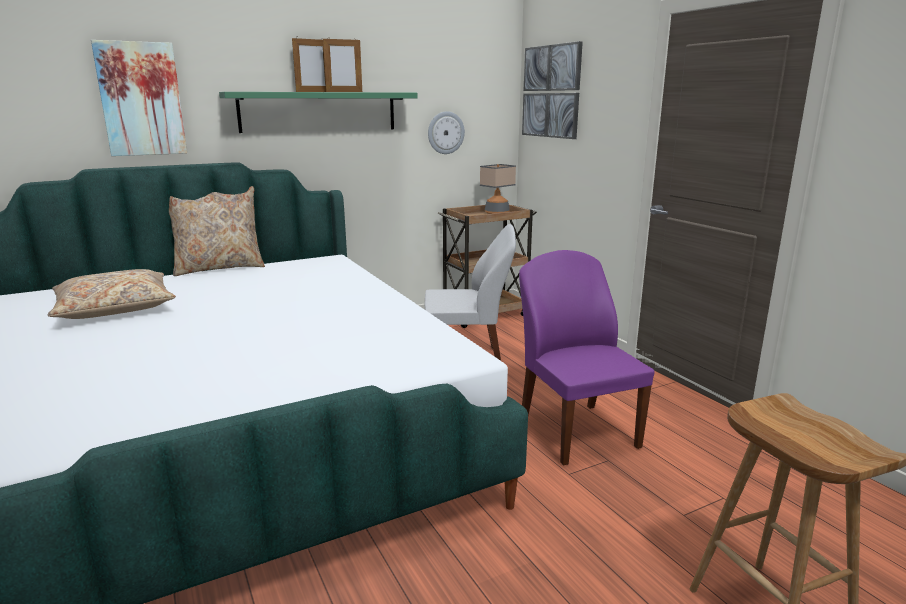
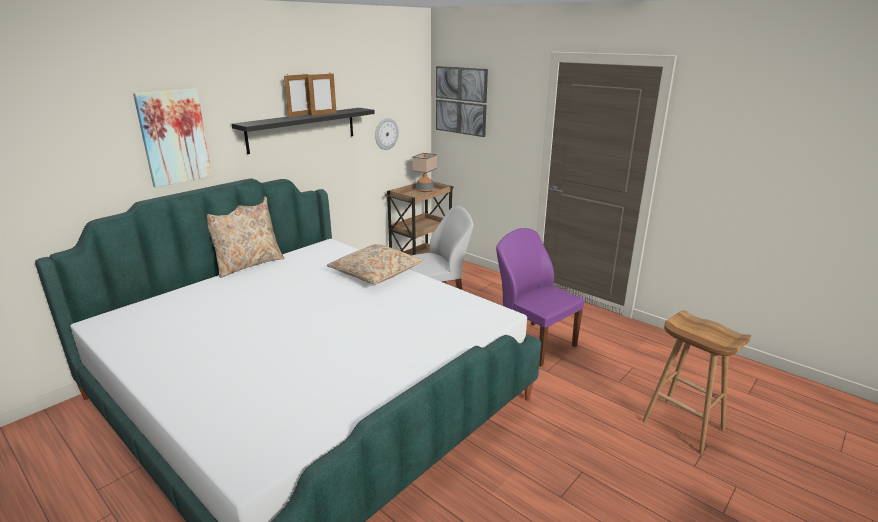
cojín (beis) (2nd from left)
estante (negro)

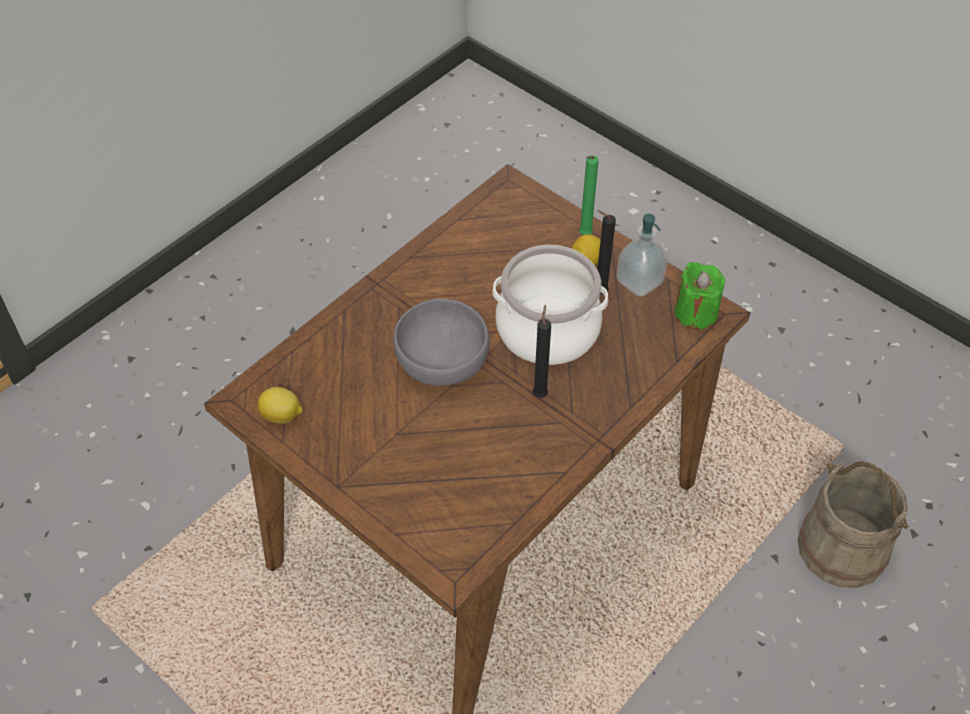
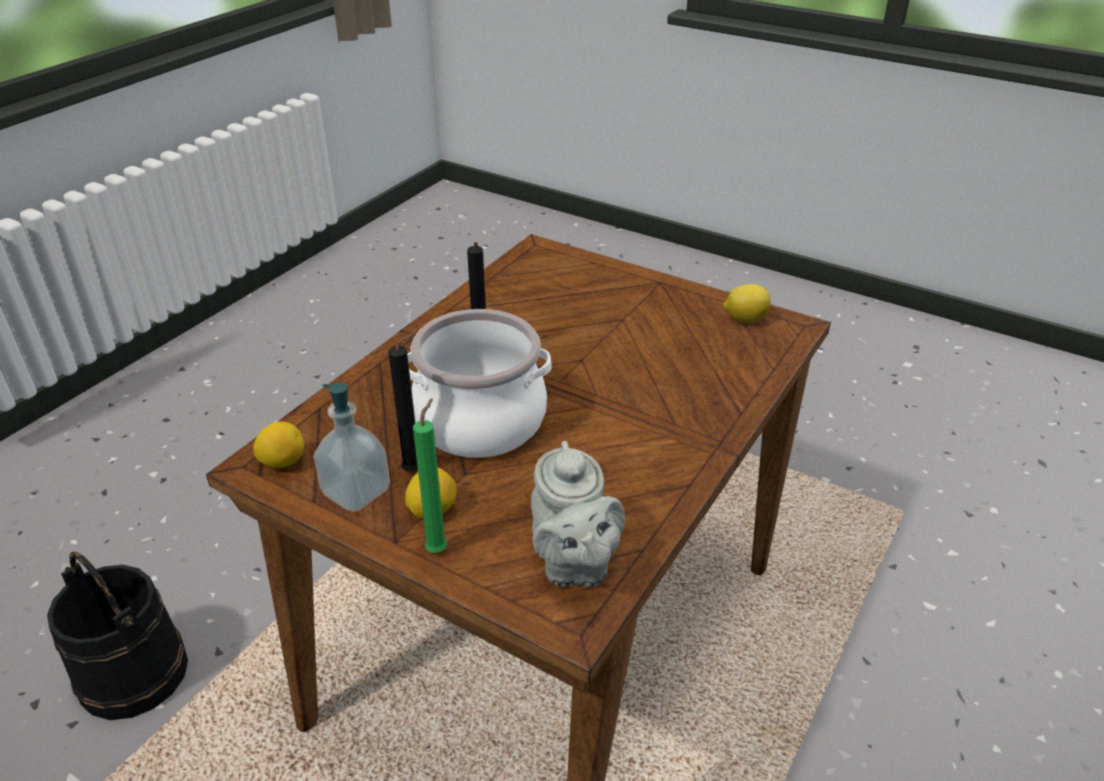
cuenco (gris)
limón (1st from left)
cubo (negro)
tetera (gris)

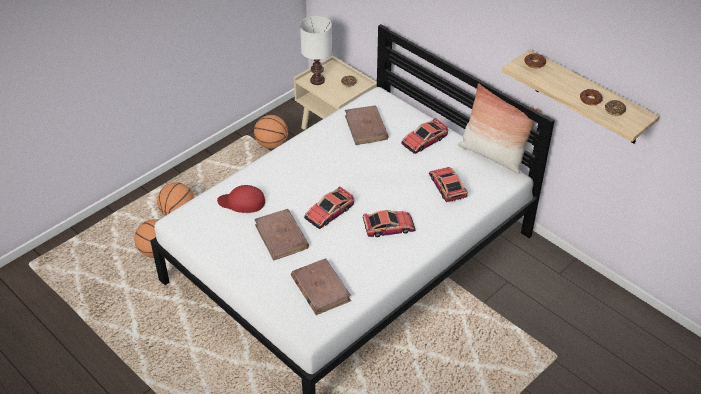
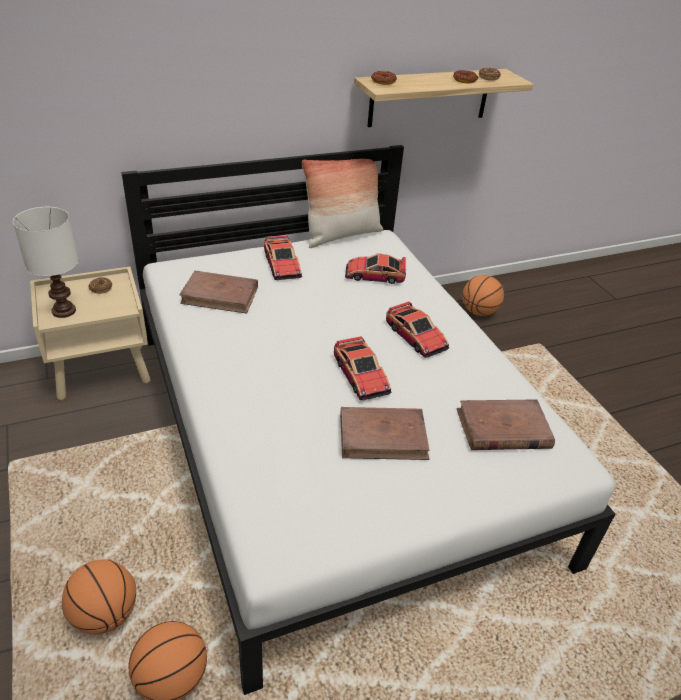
gorra (rojo)
balón de baloncesto (3rd from left)
coche de juguete (4th from left)

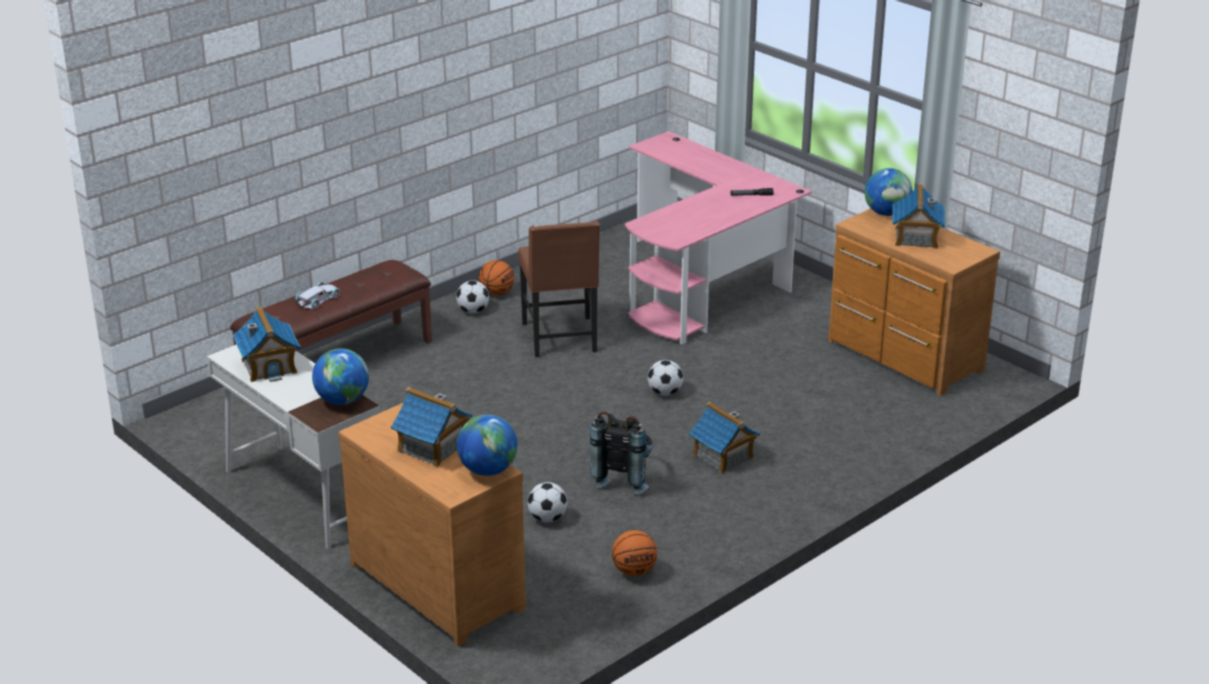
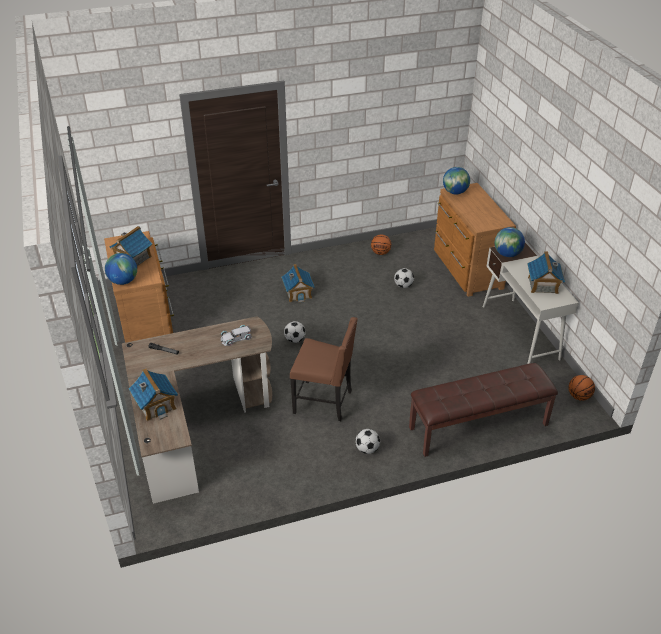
coche de juguete (blanco)
casita (2nd from left)
balón de baloncesto (2nd from left)
silla (marrón)
mochila (negro)
escritorio (marrón)

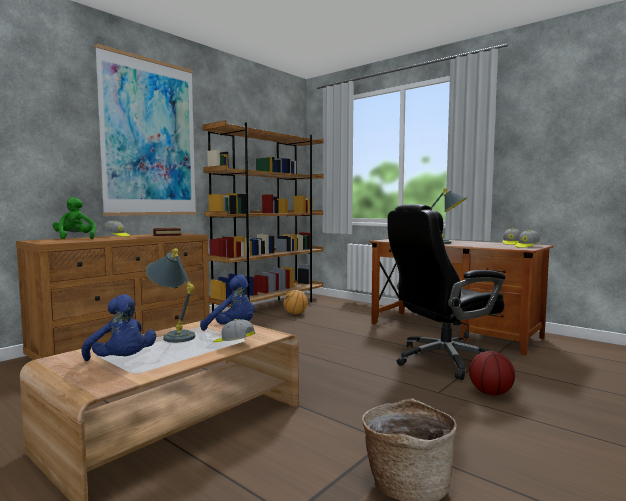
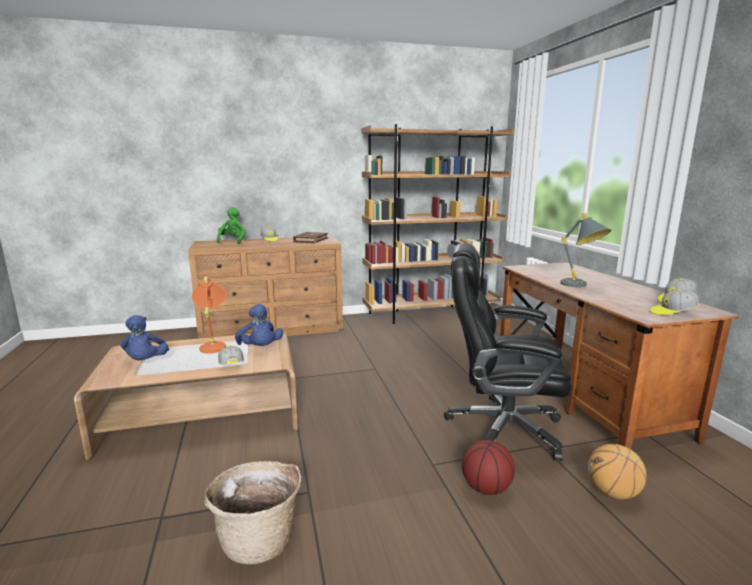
cuadro
lámpara de mesa (naranja)
balón de baloncesto (2nd from left)

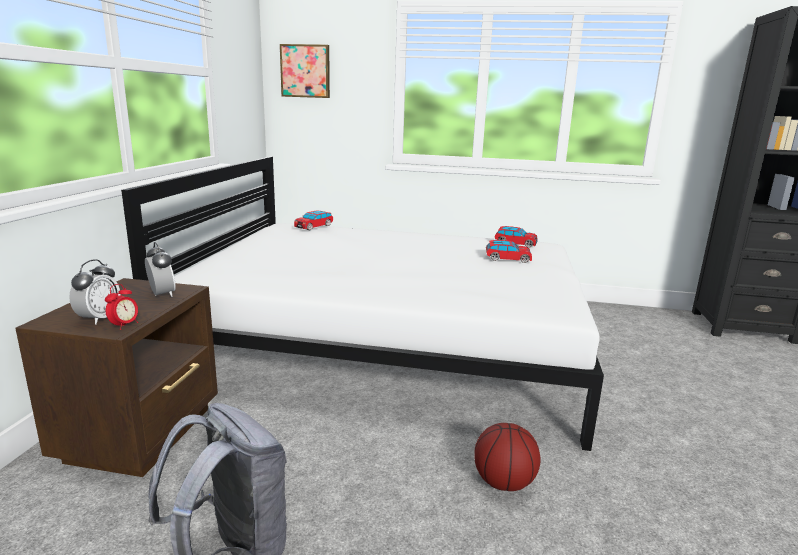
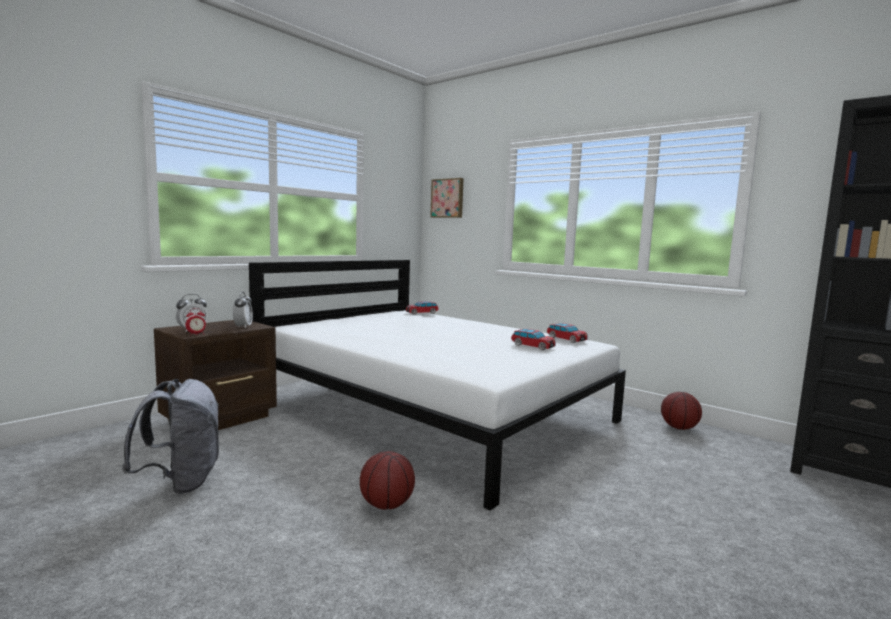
balón de baloncesto (2nd from left)

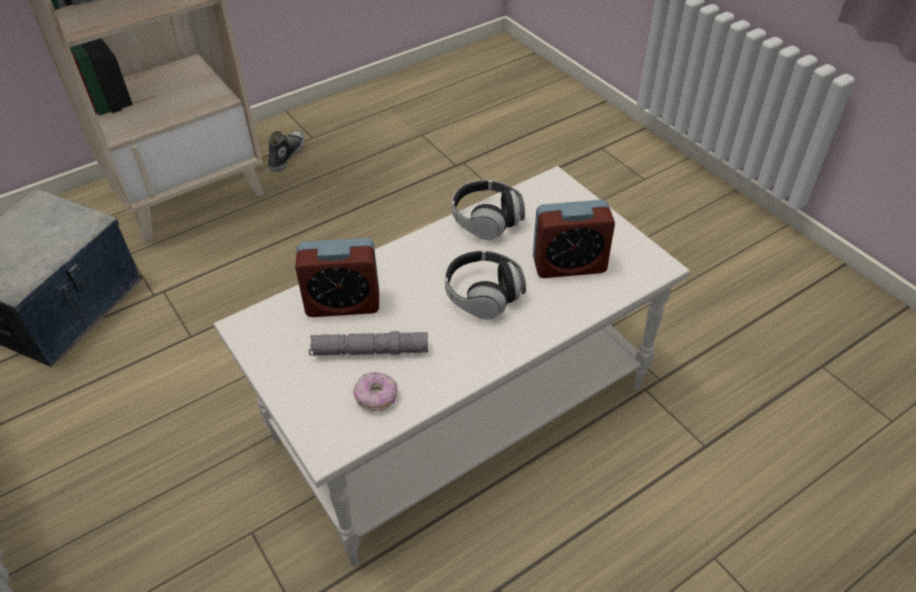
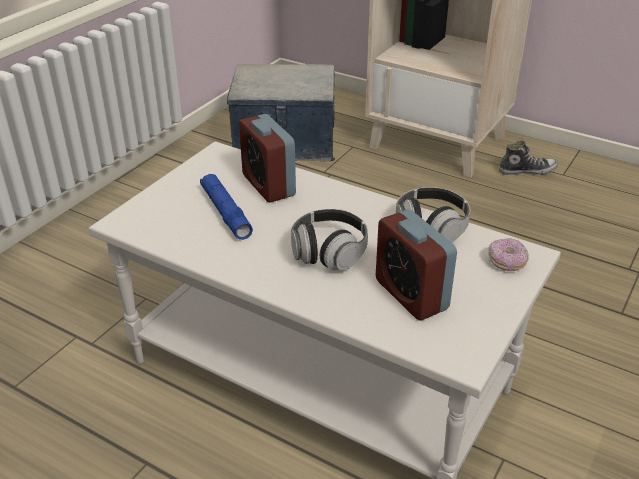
linterna (azul)
rosquilla

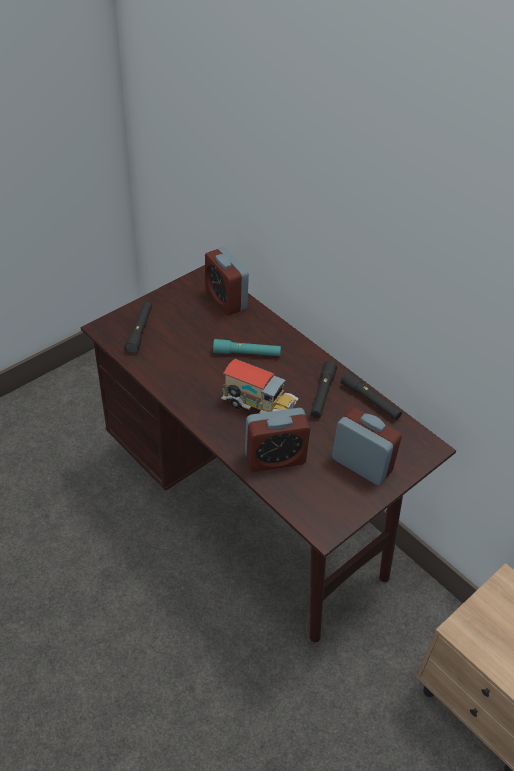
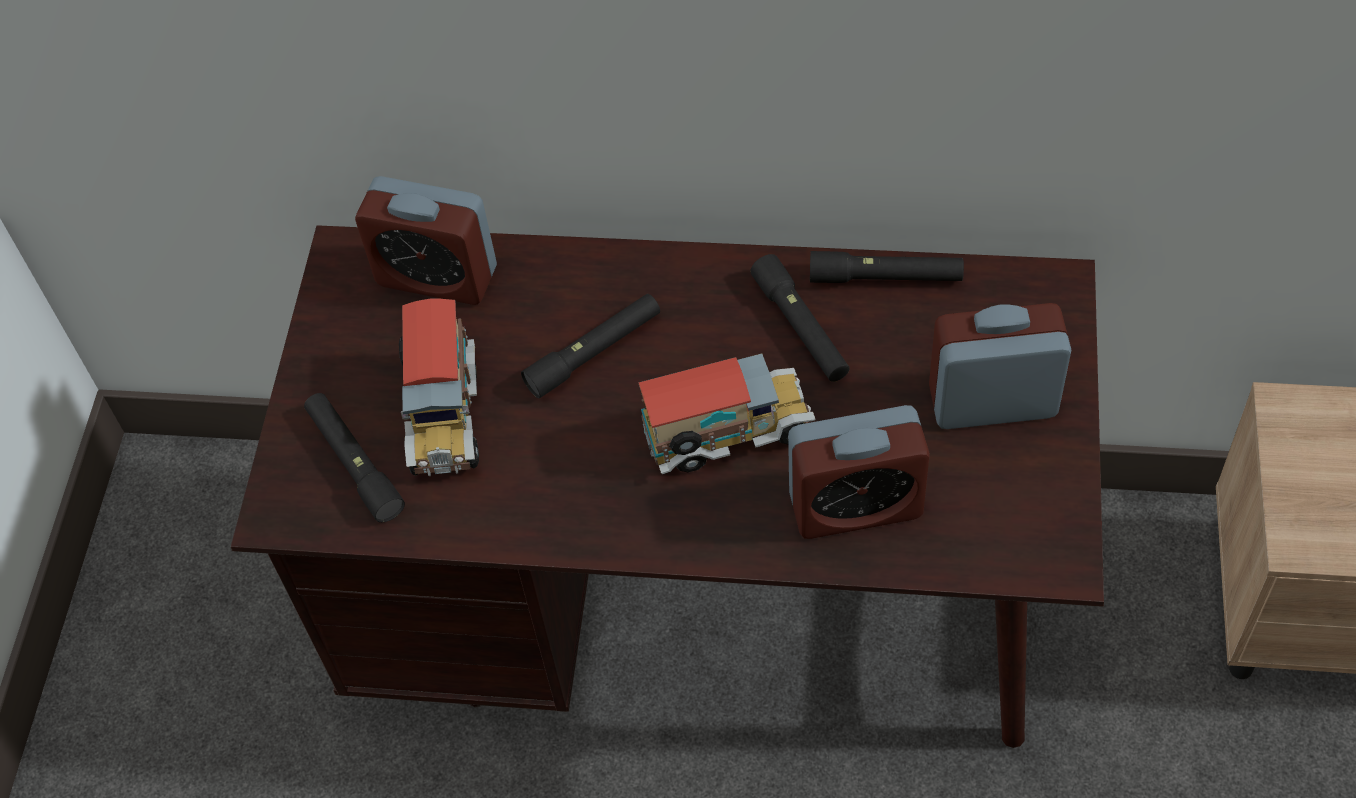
linterna (negro) (2nd from left)
despertador (2nd from left)
camión de juguete (1st from left)

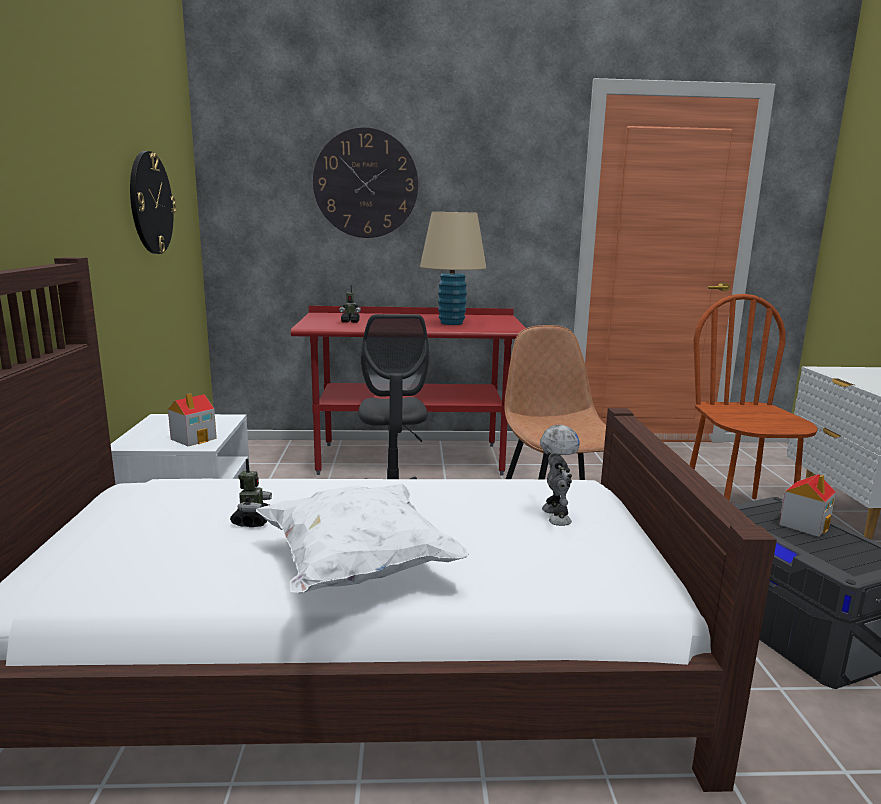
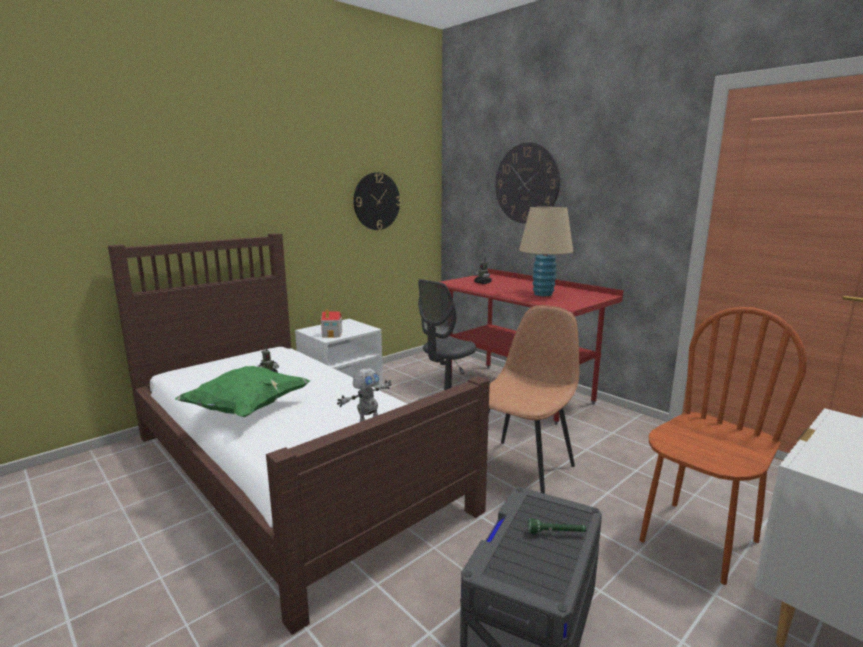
cojín (verde)
linterna (verde)

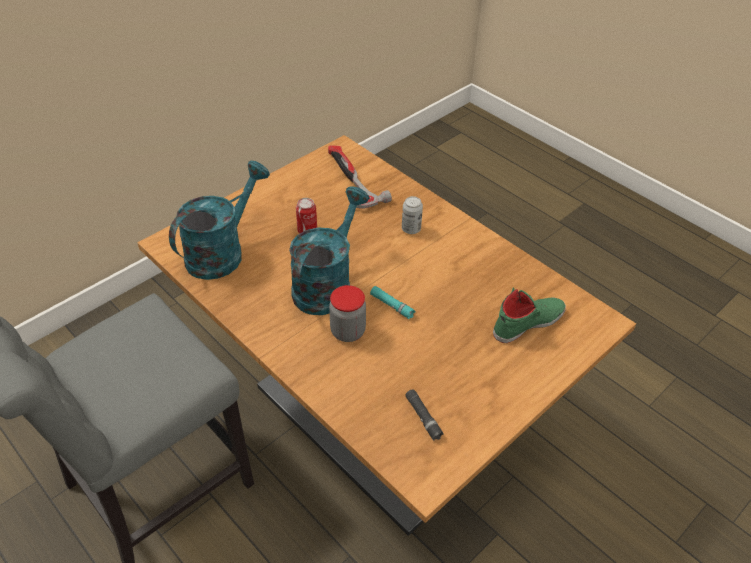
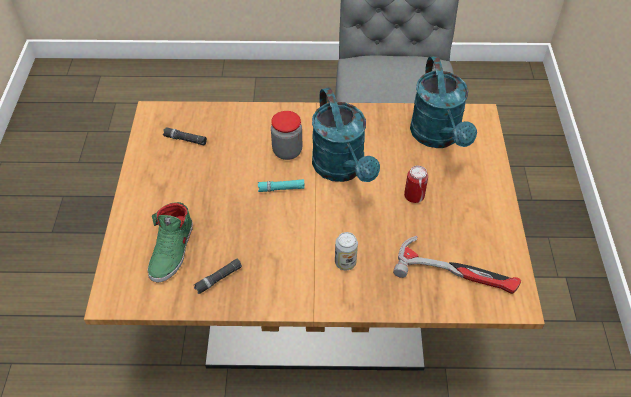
linterna (negro) (2nd from left)

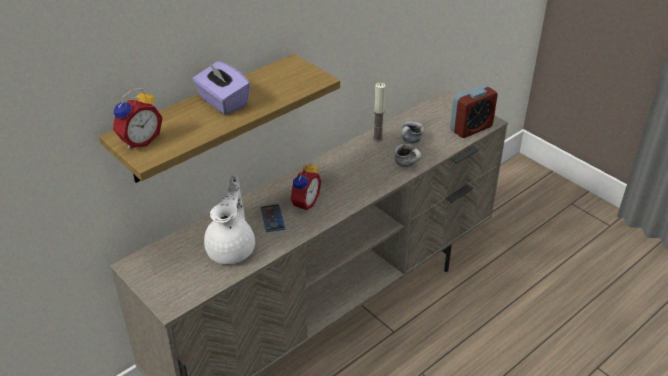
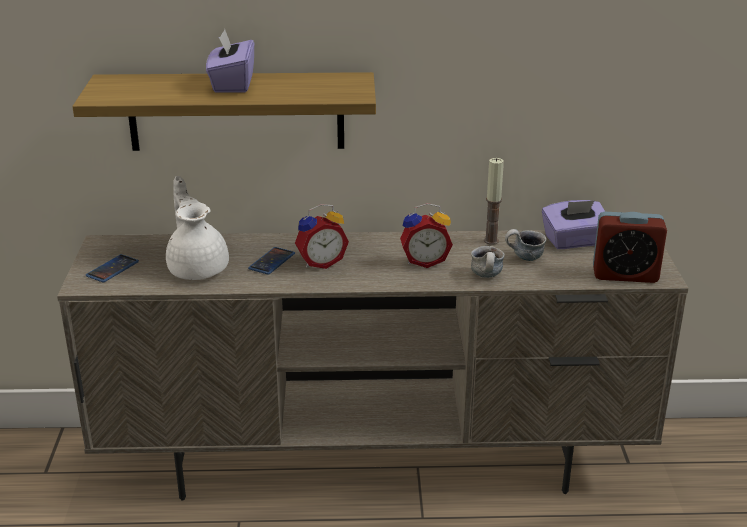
despertador (2nd from left)
tetera (blanco)
móvil (1st from left)
caja de pañuelos (morado) (2nd from left)

